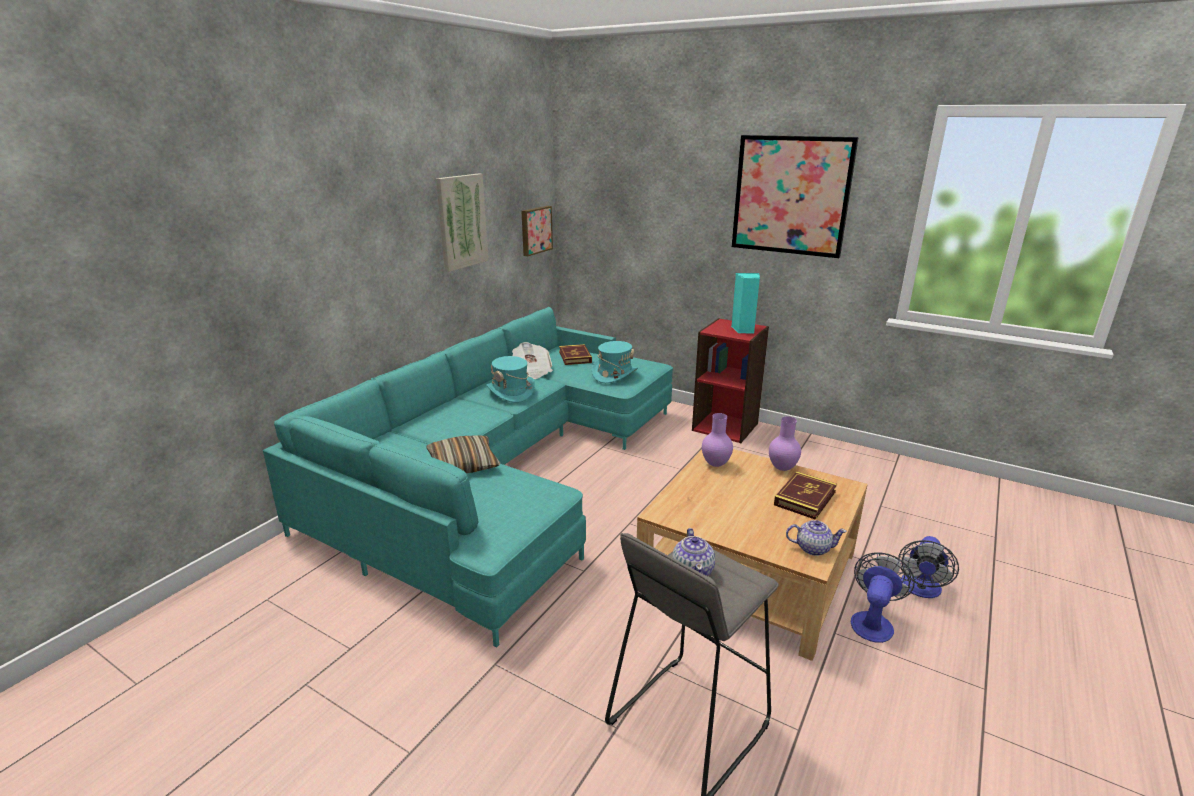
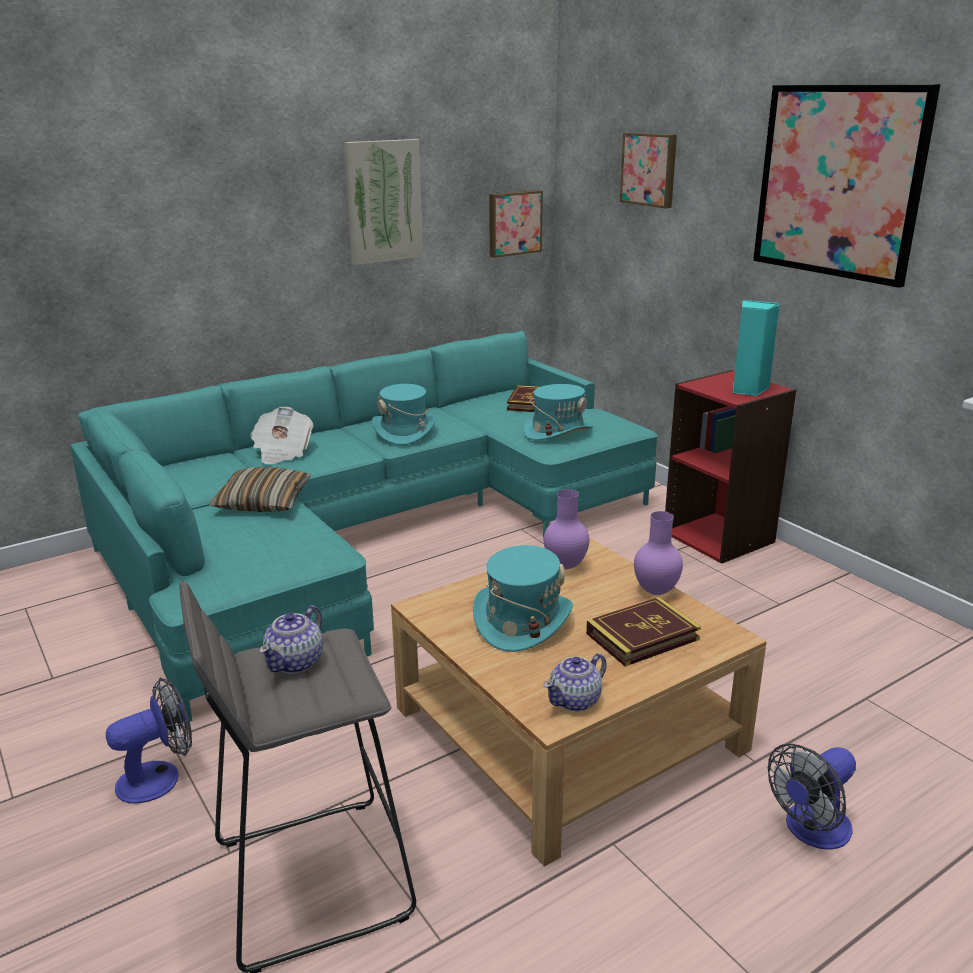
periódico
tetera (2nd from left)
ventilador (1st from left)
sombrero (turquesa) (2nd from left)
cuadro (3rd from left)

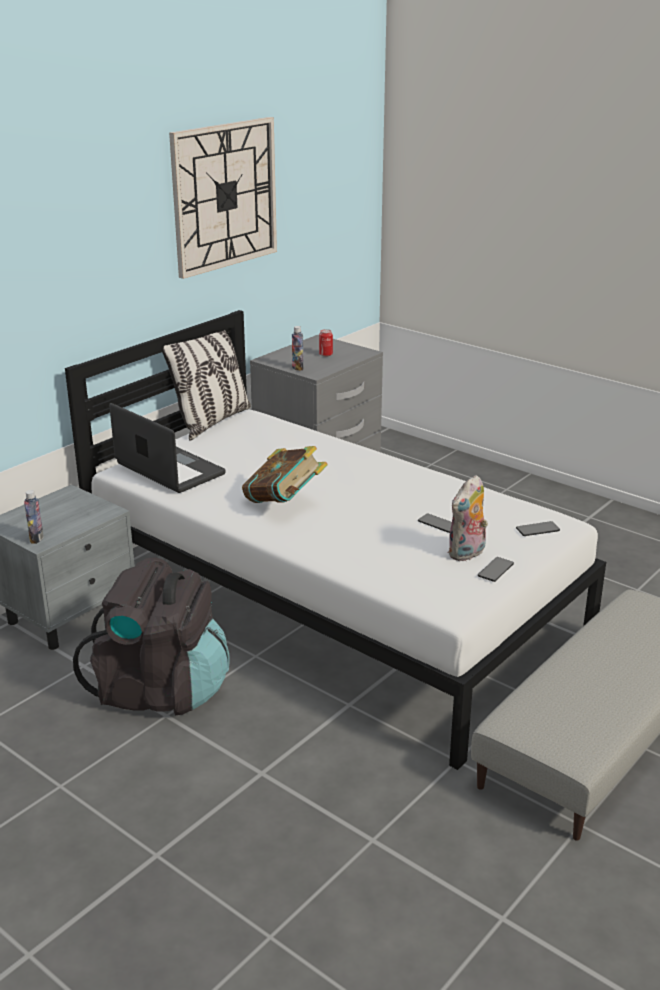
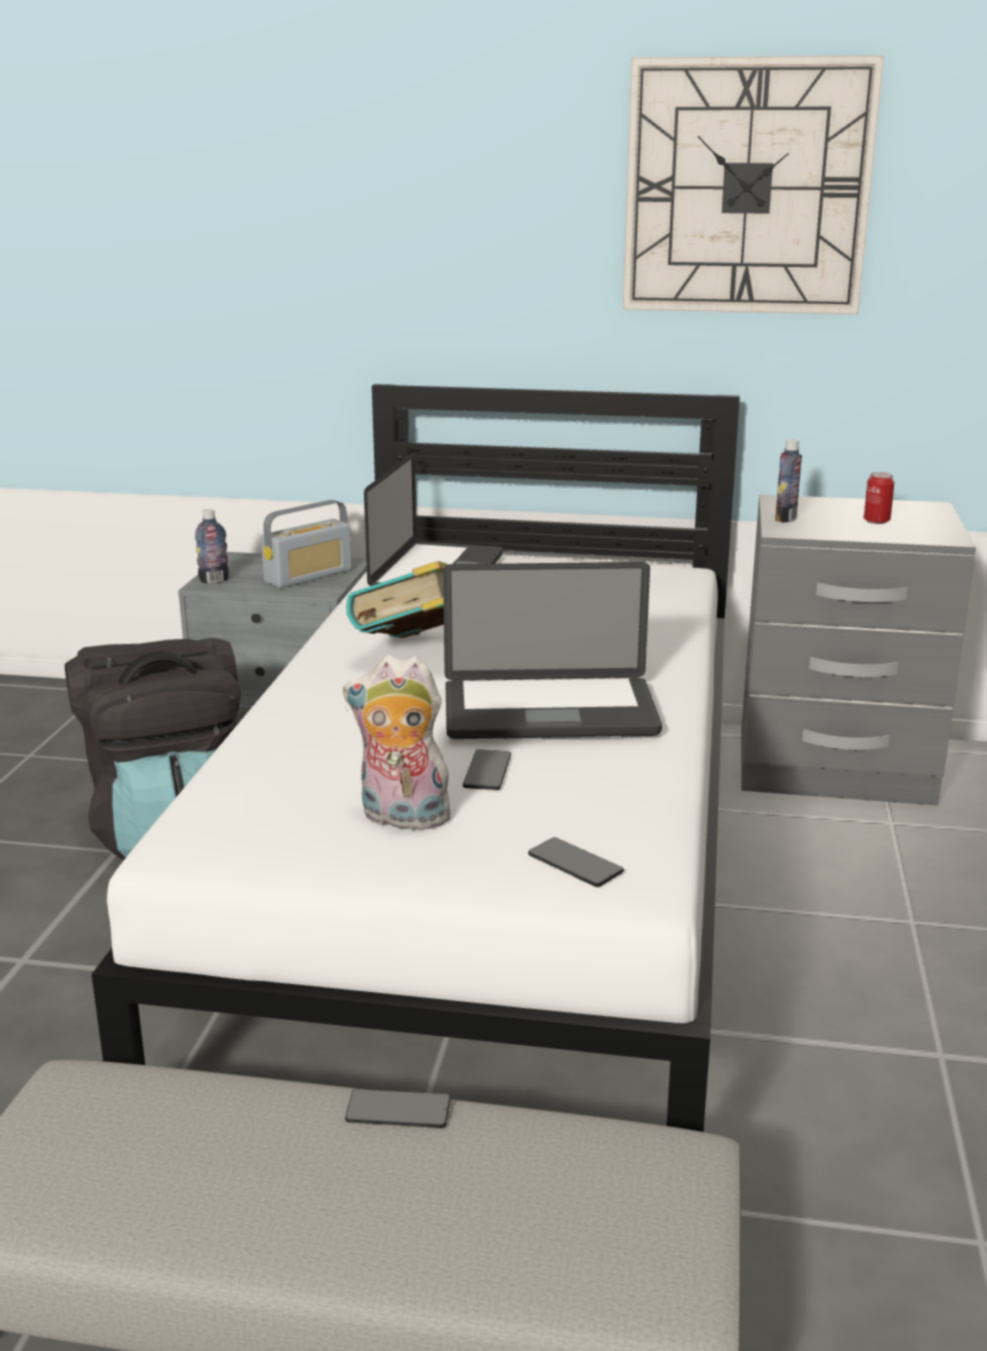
cojín
móvil (1st from left)
radio
portátil (2nd from left)

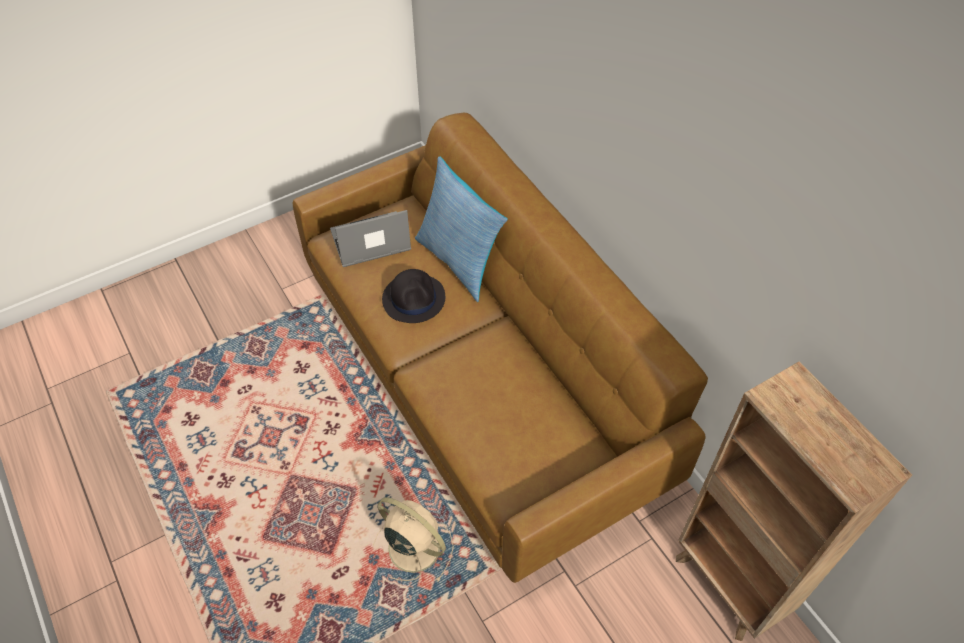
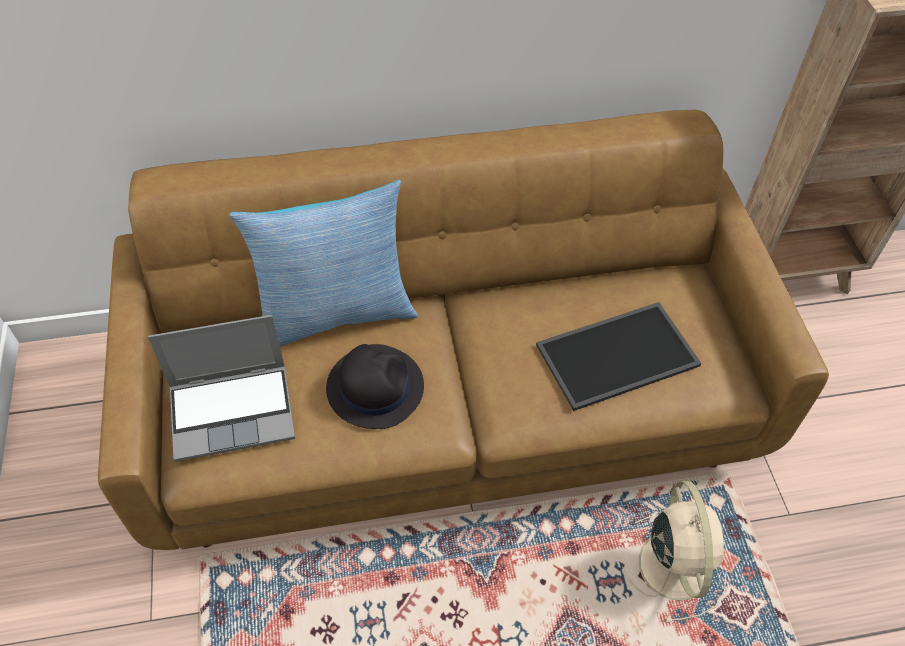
portátil
ventilador (beis)
bandeja

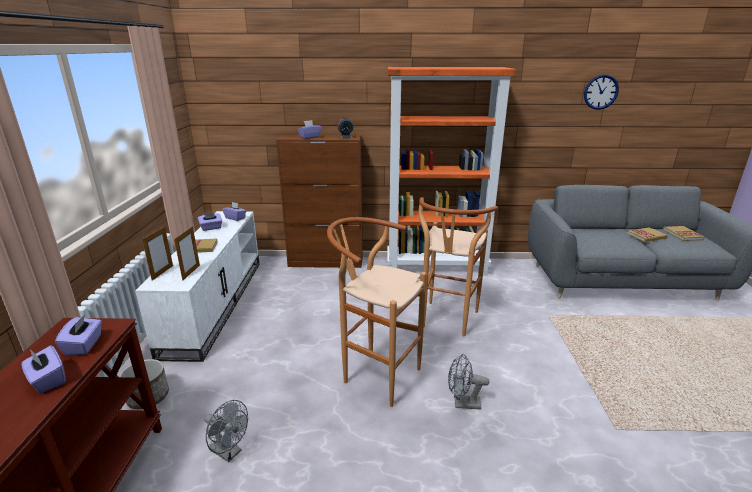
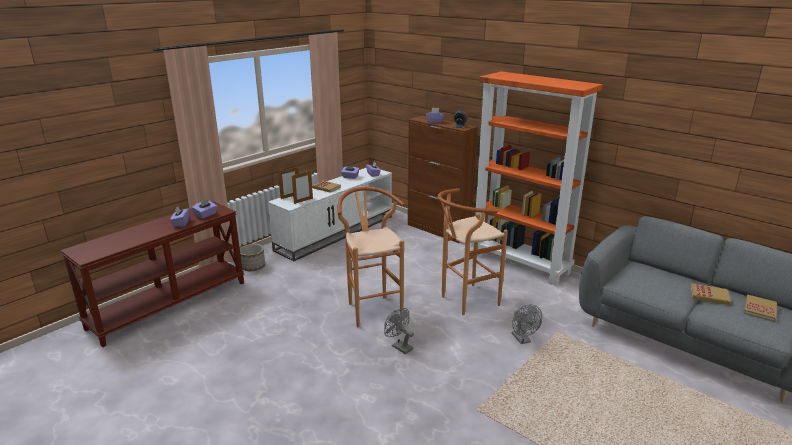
ventilador (gris) (2nd from left)
reloj de pared

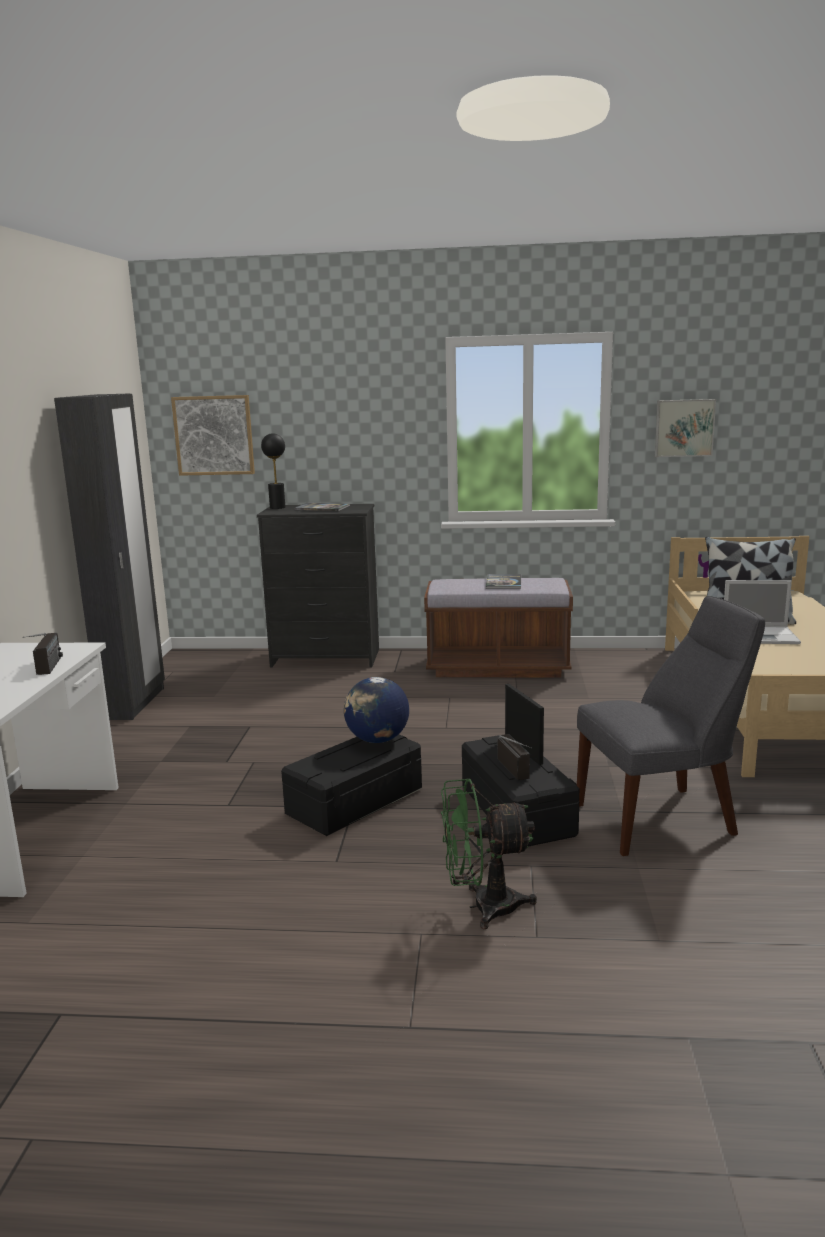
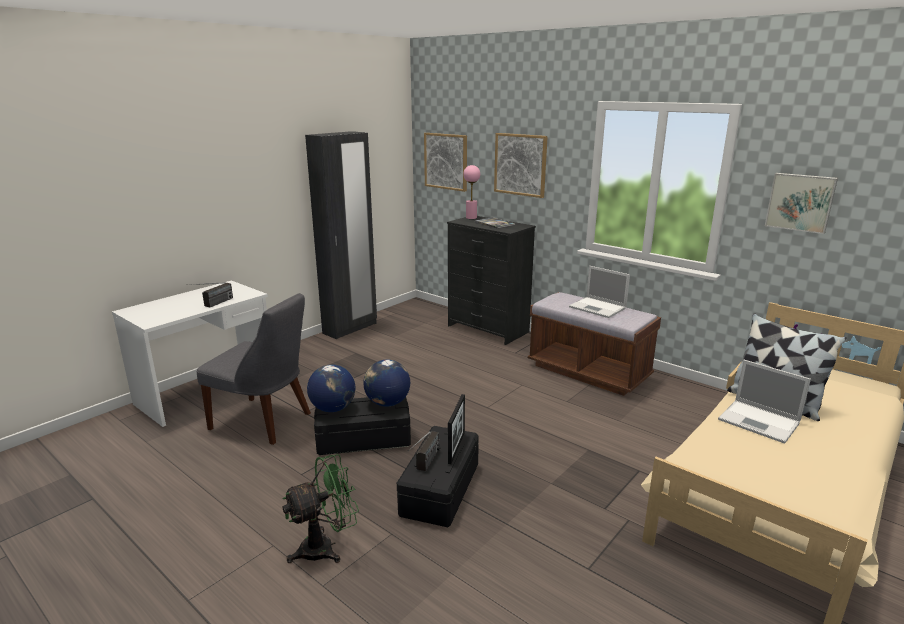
lámpara de mesa (rosa)
ventilador (verde)
portátil (1st from left)
silla (gris)
globo terráqueo (1st from left)
cuadro (2nd from left)

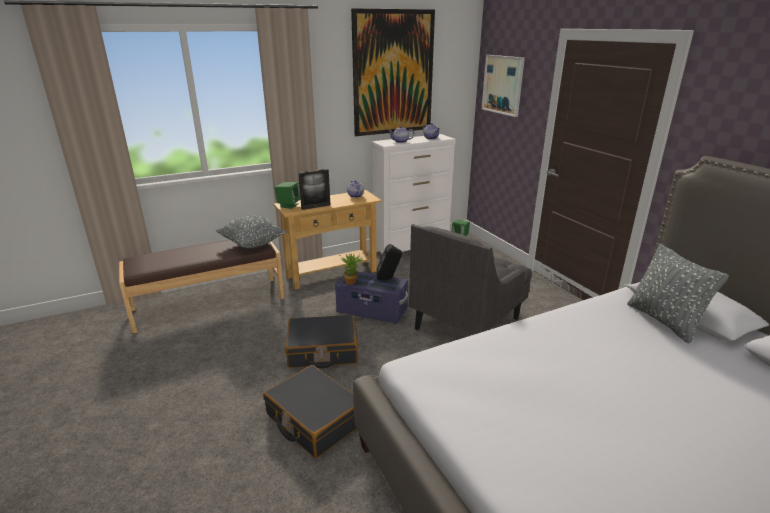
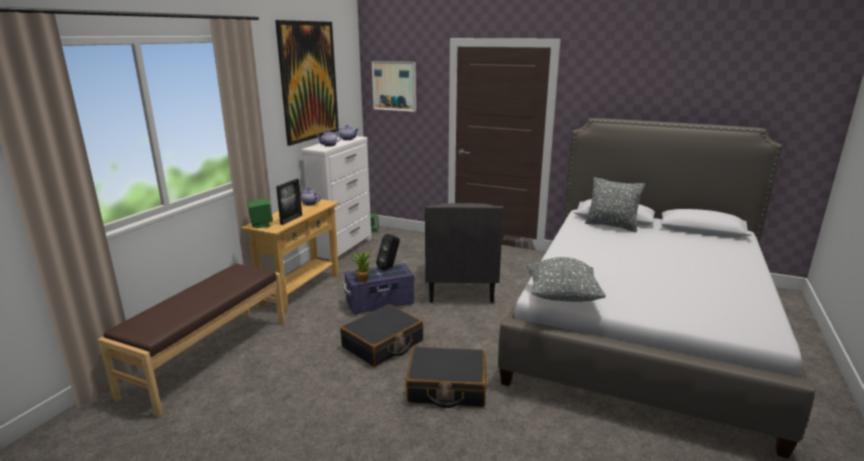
cojín (gris) (1st from left)

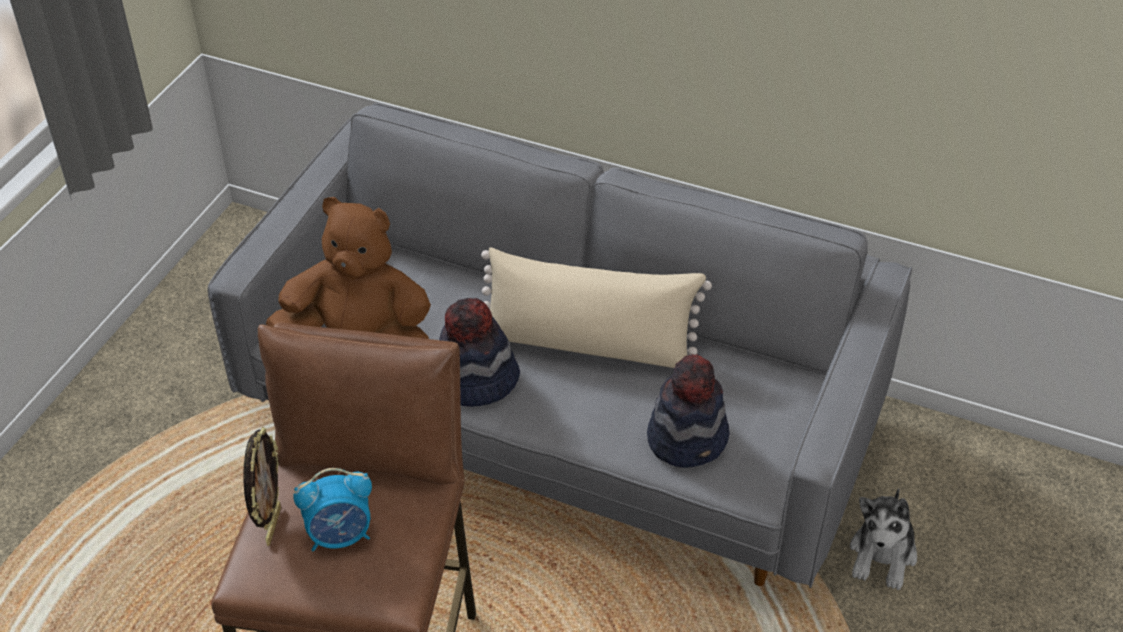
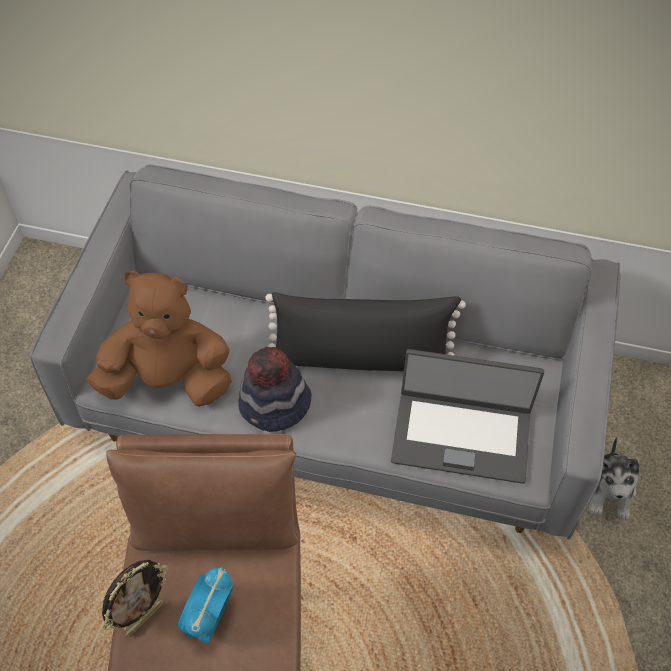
portarretratos
despertador
cojín (negro)
portátil

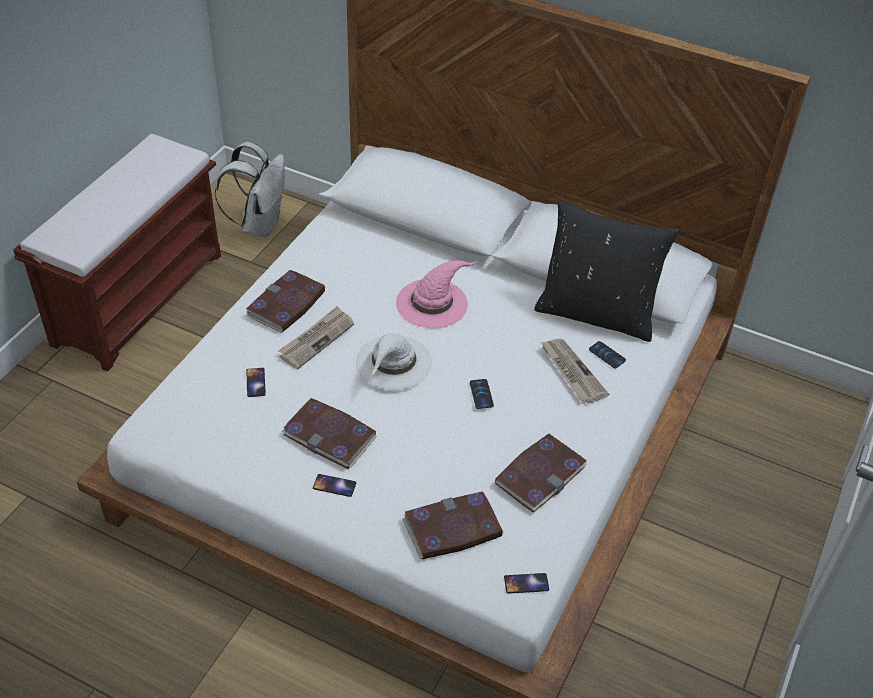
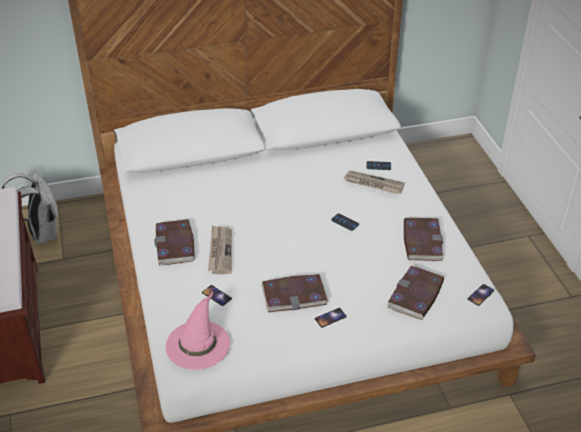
sombrero (blanco)
sombrero (rosa)
cojín (negro)

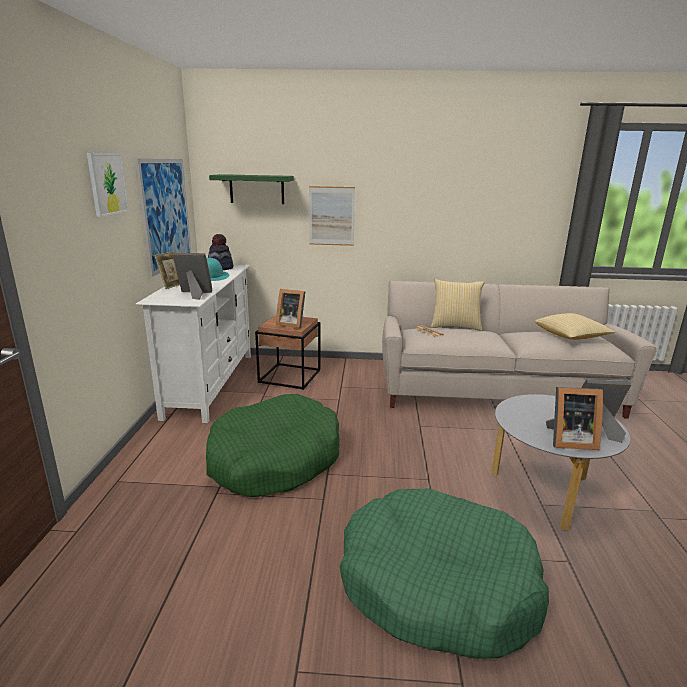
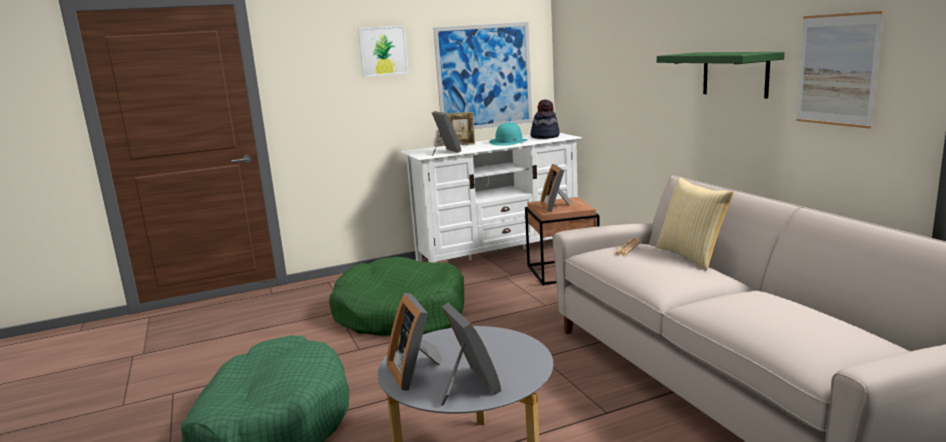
estante (verde)
cuadro (3rd from left)
cojín (2nd from left in the first image)

